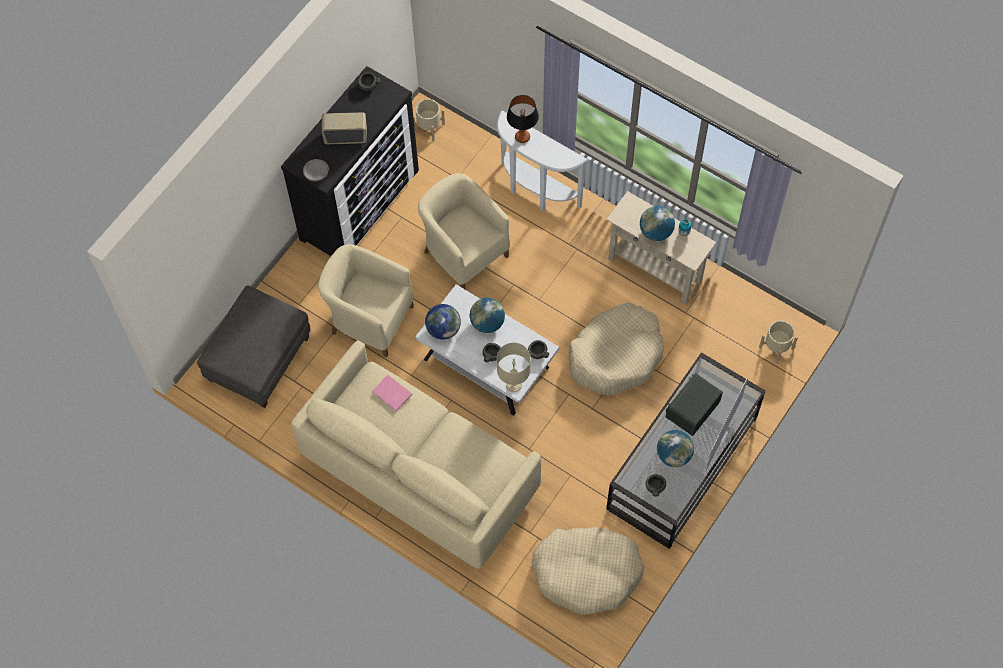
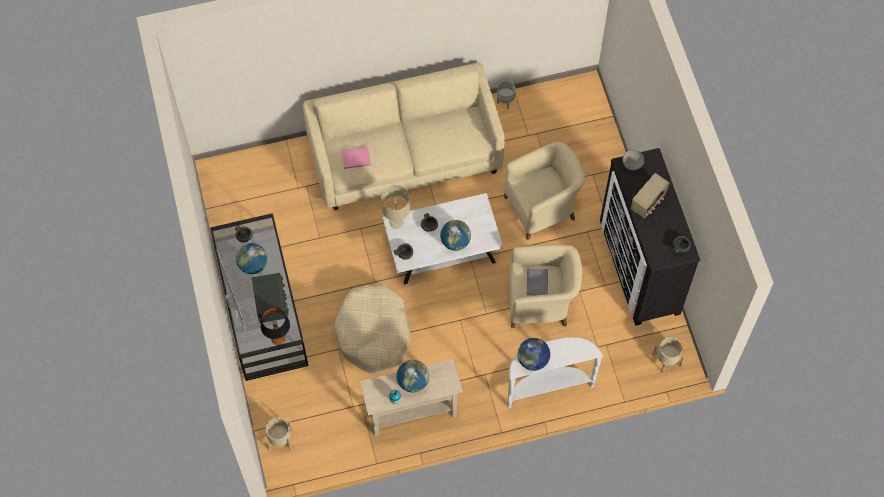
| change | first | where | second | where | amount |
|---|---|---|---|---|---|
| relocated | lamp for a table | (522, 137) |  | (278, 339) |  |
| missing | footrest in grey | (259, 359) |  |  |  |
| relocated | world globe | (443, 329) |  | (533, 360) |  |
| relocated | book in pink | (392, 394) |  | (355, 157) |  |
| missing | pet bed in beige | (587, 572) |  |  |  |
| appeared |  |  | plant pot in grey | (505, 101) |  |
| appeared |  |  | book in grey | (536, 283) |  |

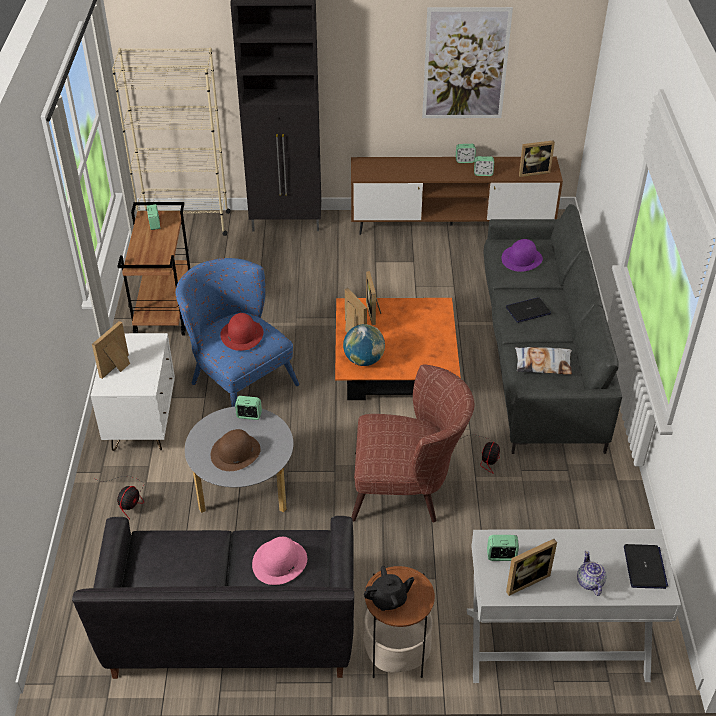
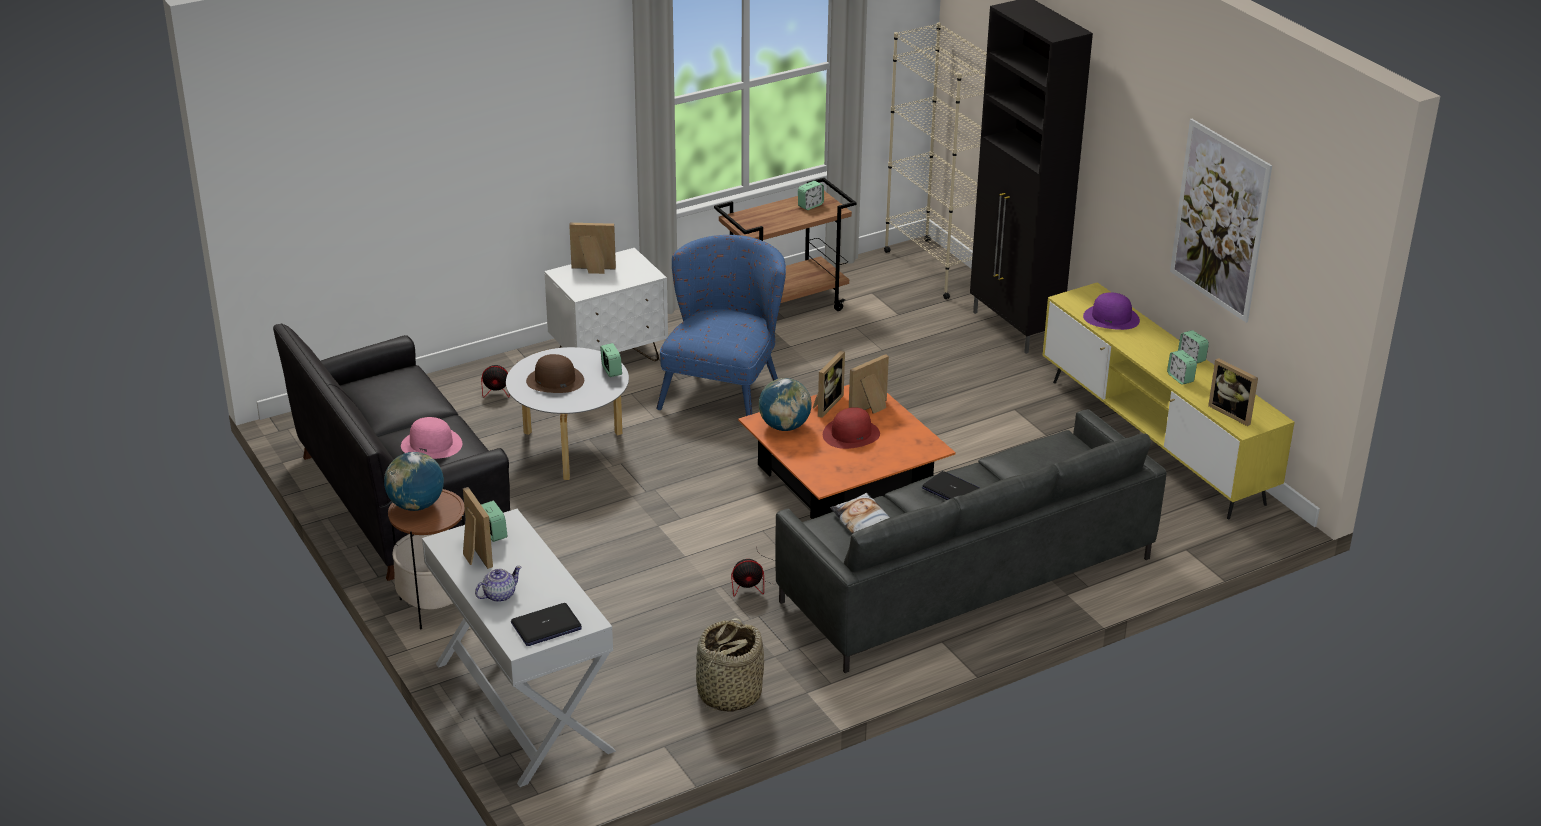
| change | first | where | second | where | amount |
|---|---|---|---|---|---|
| colour | media console in brown-coloured | (451, 225) | media console in yellow-coloured | (1153, 440) |  |
| relocated | clothing hat in purple-coloured | (522, 259) |  | (1111, 318) |  |
| relocated | clothing hat in red-coloured | (242, 334) |  | (851, 434) |  |
| missing | easy chair in brown-coloured | (407, 488) |  |  |  |
| spun | picture frame | (524, 579) |  | (473, 554) | 150 degrees counterclockwise |
| exchanged | teapot in blackish | (388, 599) | world globe | (416, 505) |  |
| appeared |  |  | storage basket | (728, 694) |  |

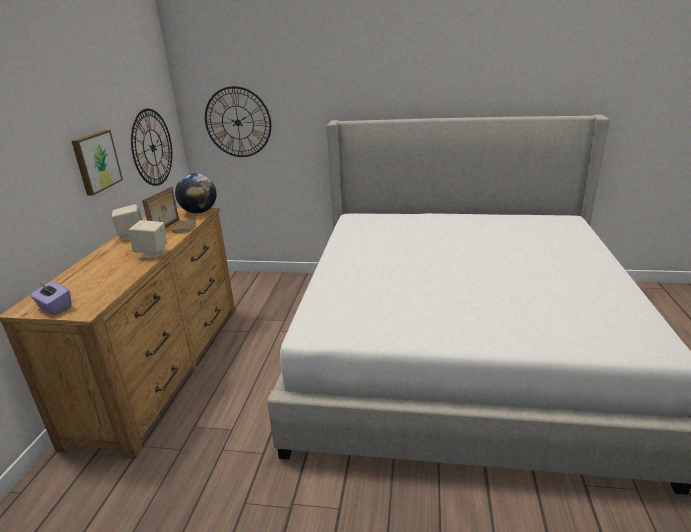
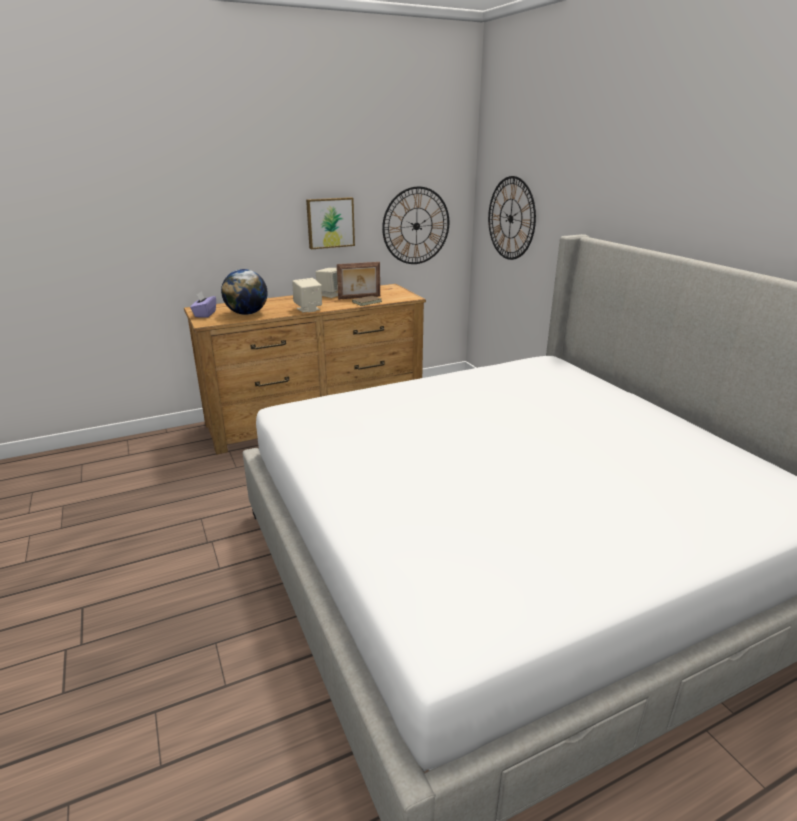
| change | first | where | second | where | amount |
|---|---|---|---|---|---|
| relocated | world globe | (199, 212) |  | (247, 313) |  |

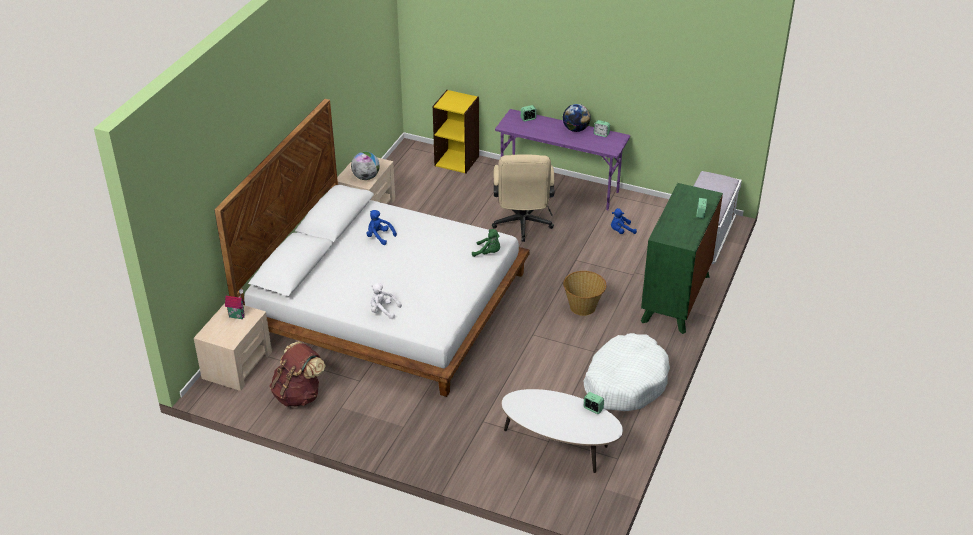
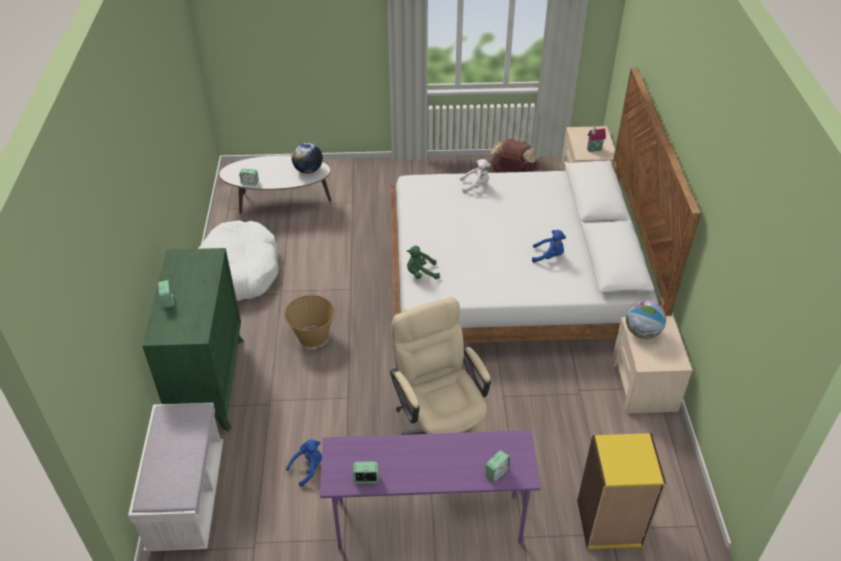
| change | first | where | second | where | amount |
|---|---|---|---|---|---|
| relocated | world globe | (576, 129) |  | (308, 170) |  |

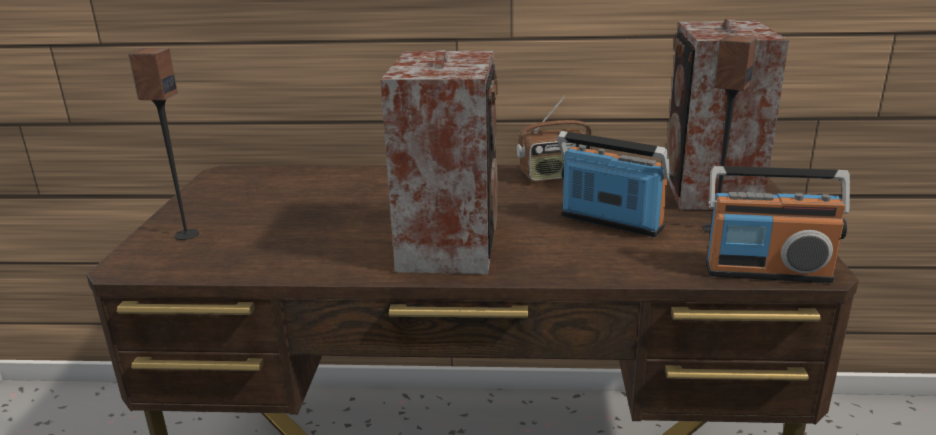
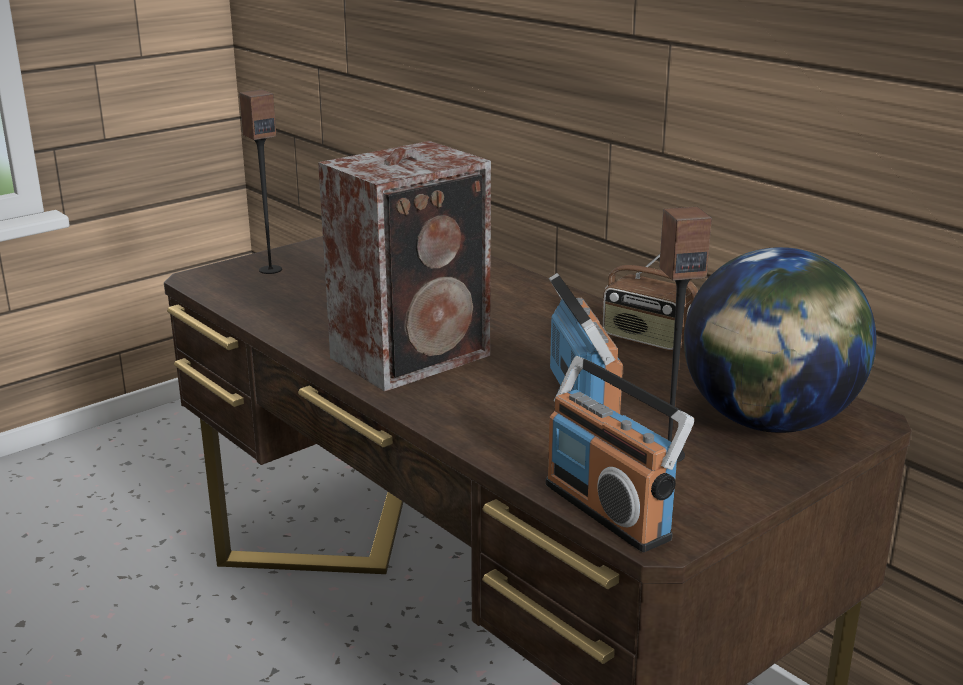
| change | first | where | second | where | amount |
|---|---|---|---|---|---|
| exchanged | loudspeaker | (709, 191) | world globe | (768, 422) |  |

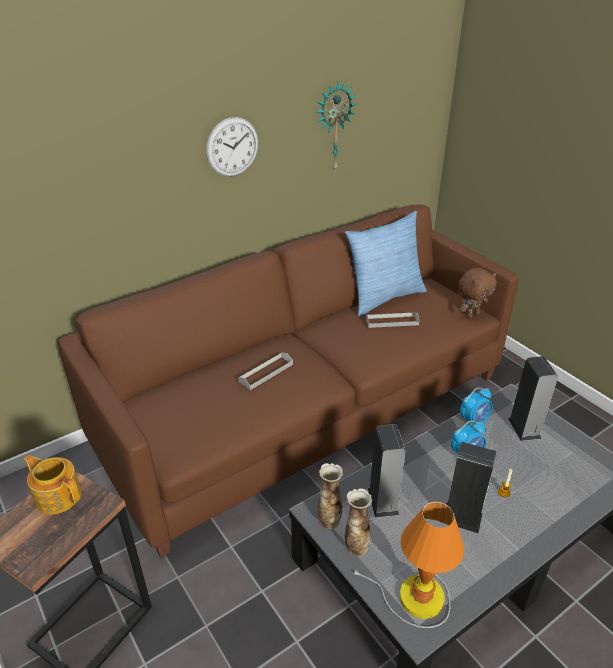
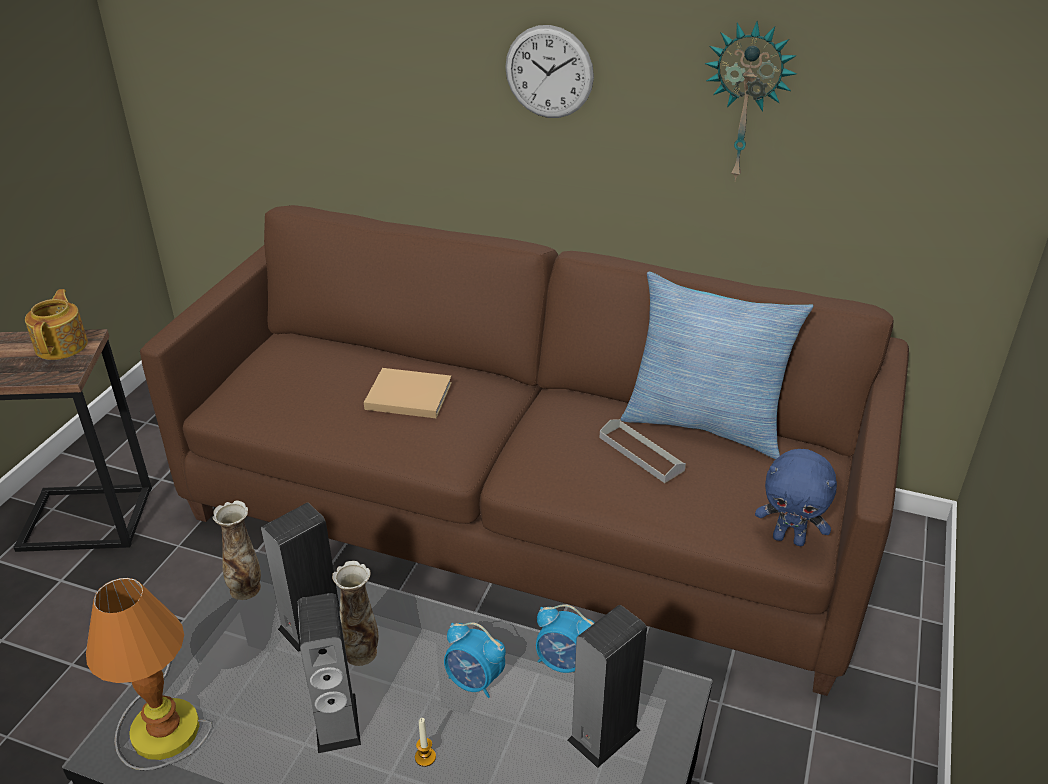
| change | first | where | second | where | amount |
|---|---|---|---|---|---|
| colour | plush toy in brown-coloured | (471, 315) | plush toy in bluish | (789, 539) |  |
| exchanged | tray in grey | (266, 372) | book in beige | (406, 395) |  |
| relocated | vase | (356, 546) |  | (361, 652) |  |

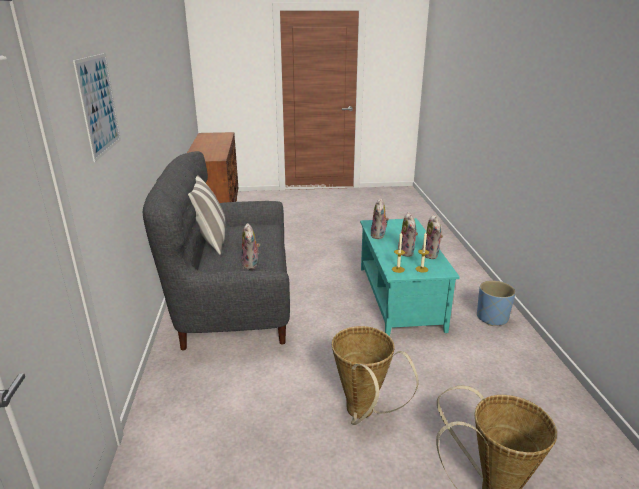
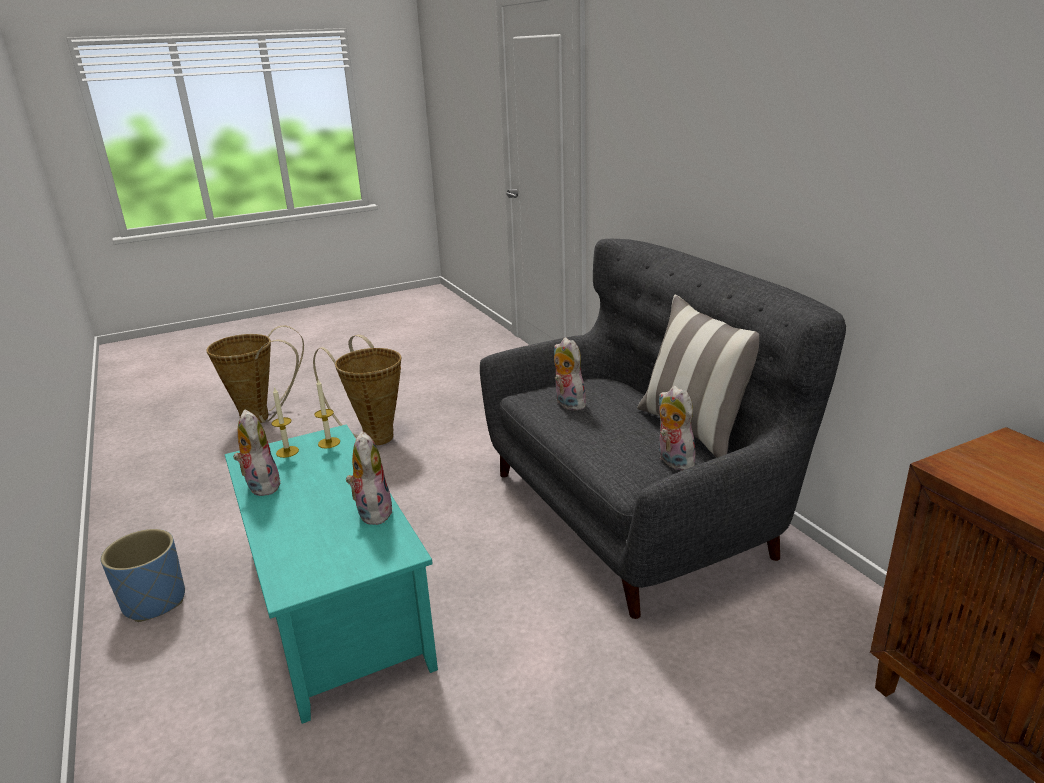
| change | first | where | second | where | amount |
|---|---|---|---|---|---|
| missing | wall art | (99, 105) |  |  |  |
| relocated | plush toy | (407, 252) |  | (672, 461) |  |

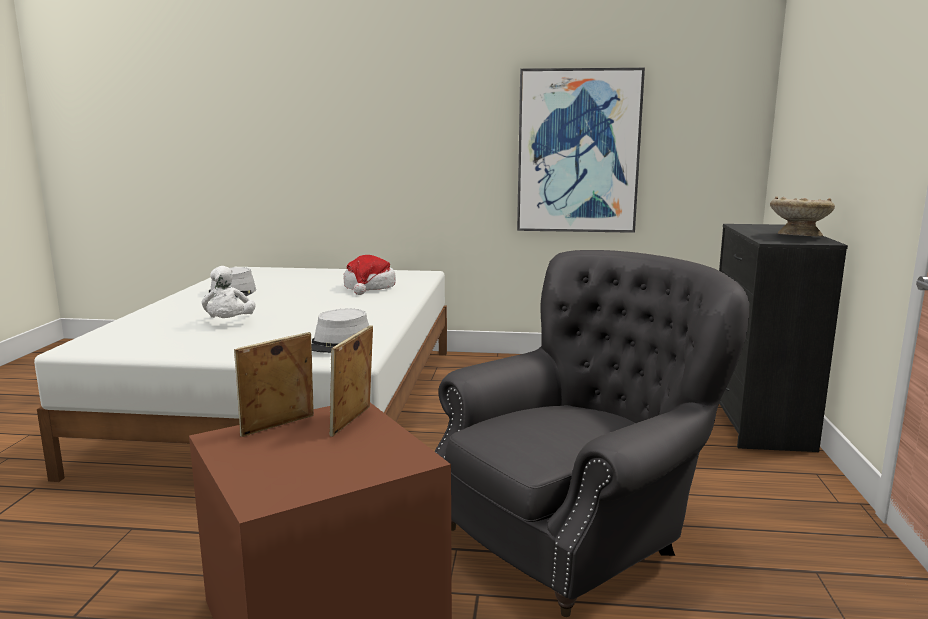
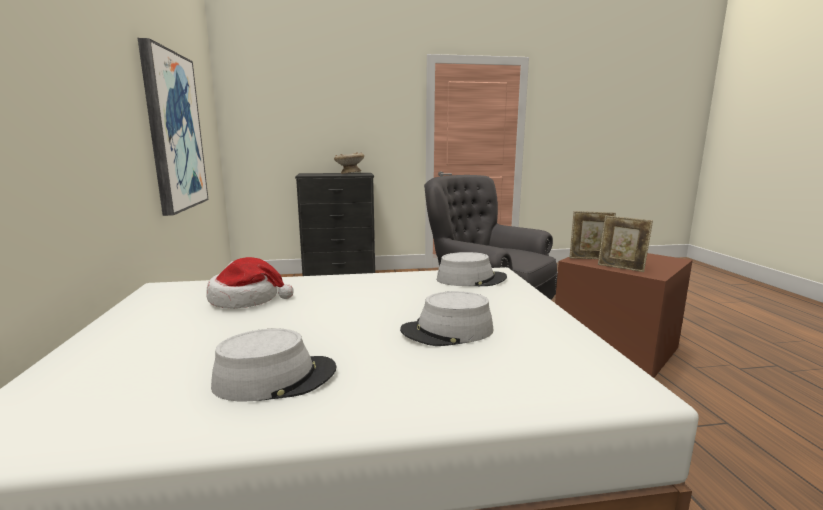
| change | first | where | second | where | amount |
|---|---|---|---|---|---|
| exchanged | plush toy in white-coloured | (229, 323) | clothing hat in grey | (447, 331) |  |

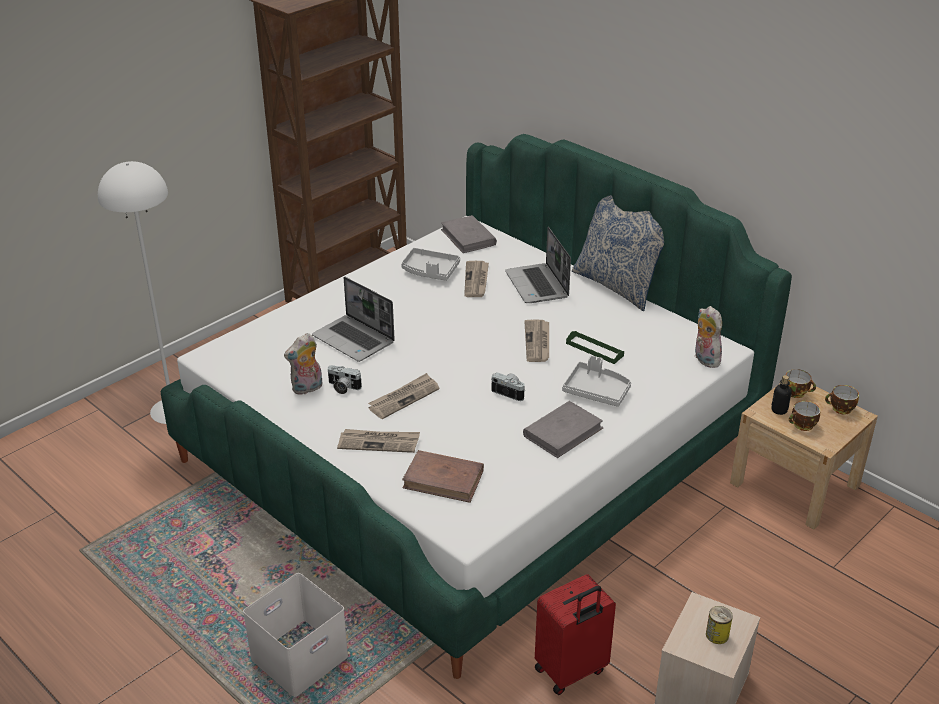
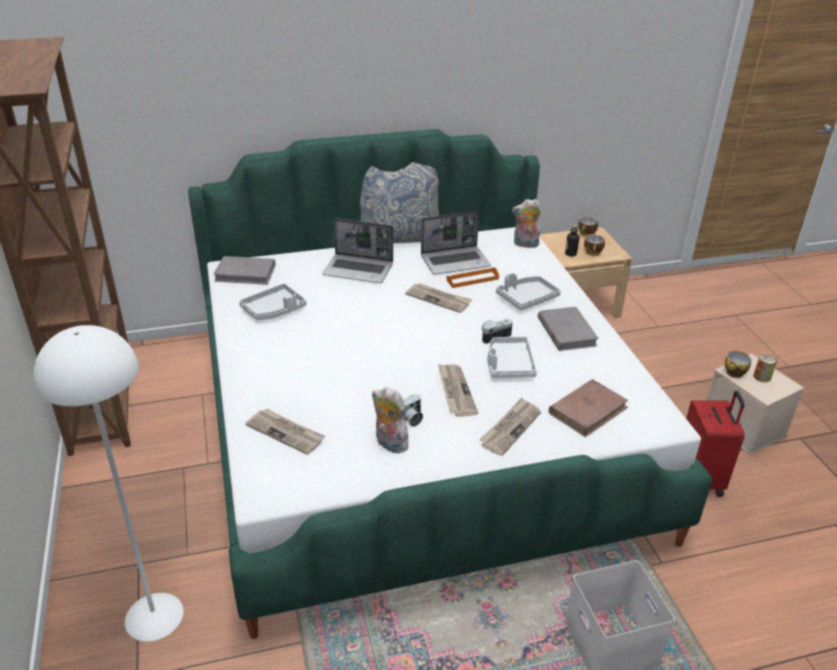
| change | first | where | second | where | amount |
|---|---|---|---|---|---|
| relocated | printed paper | (476, 281) |  | (286, 432) |  |
| relocated | laptop | (354, 340) |  | (456, 261) |  |
| colour | tray in green | (594, 349) | tray in orange | (472, 279) |  |
| spun | plush toy | (307, 388) |  | (389, 444) | 135 degrees clockwise |
| relocated | small cup | (797, 392) |  | (735, 372) |  |
| appeared |  |  | tray in white-coloured | (509, 365) |  |

